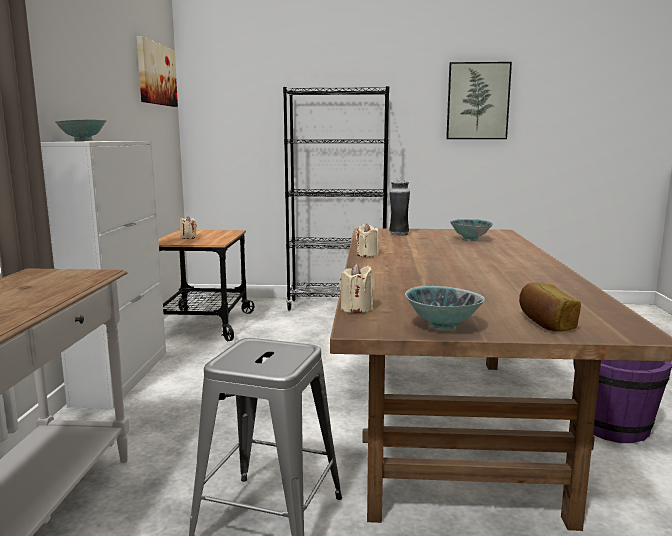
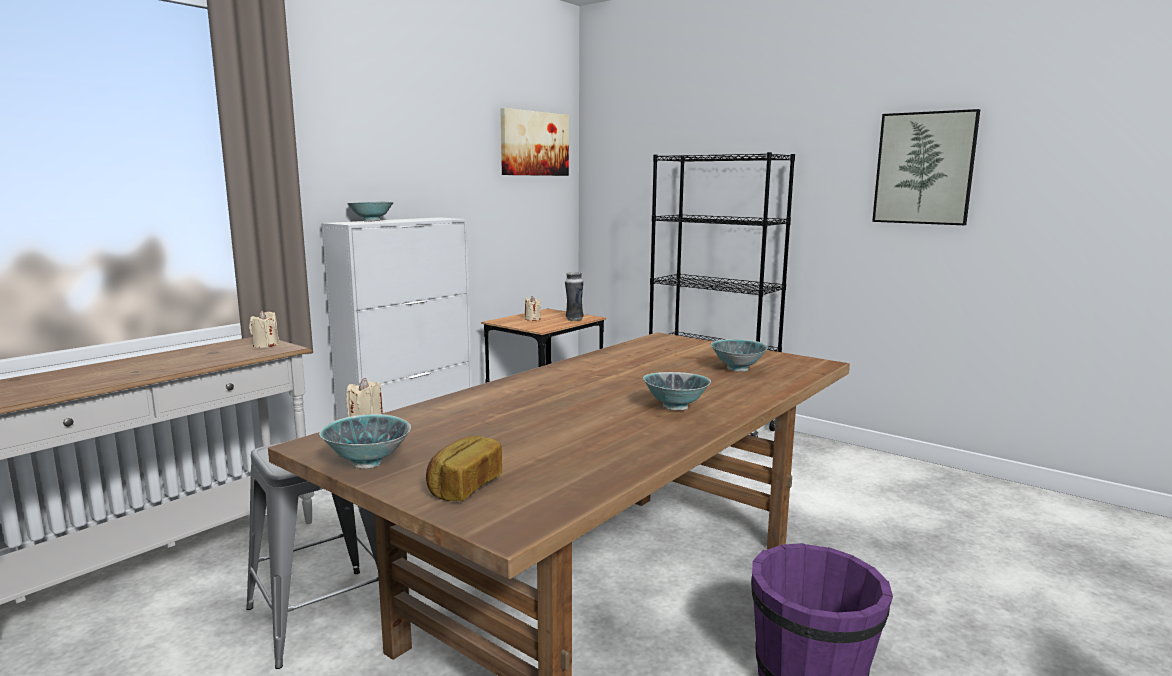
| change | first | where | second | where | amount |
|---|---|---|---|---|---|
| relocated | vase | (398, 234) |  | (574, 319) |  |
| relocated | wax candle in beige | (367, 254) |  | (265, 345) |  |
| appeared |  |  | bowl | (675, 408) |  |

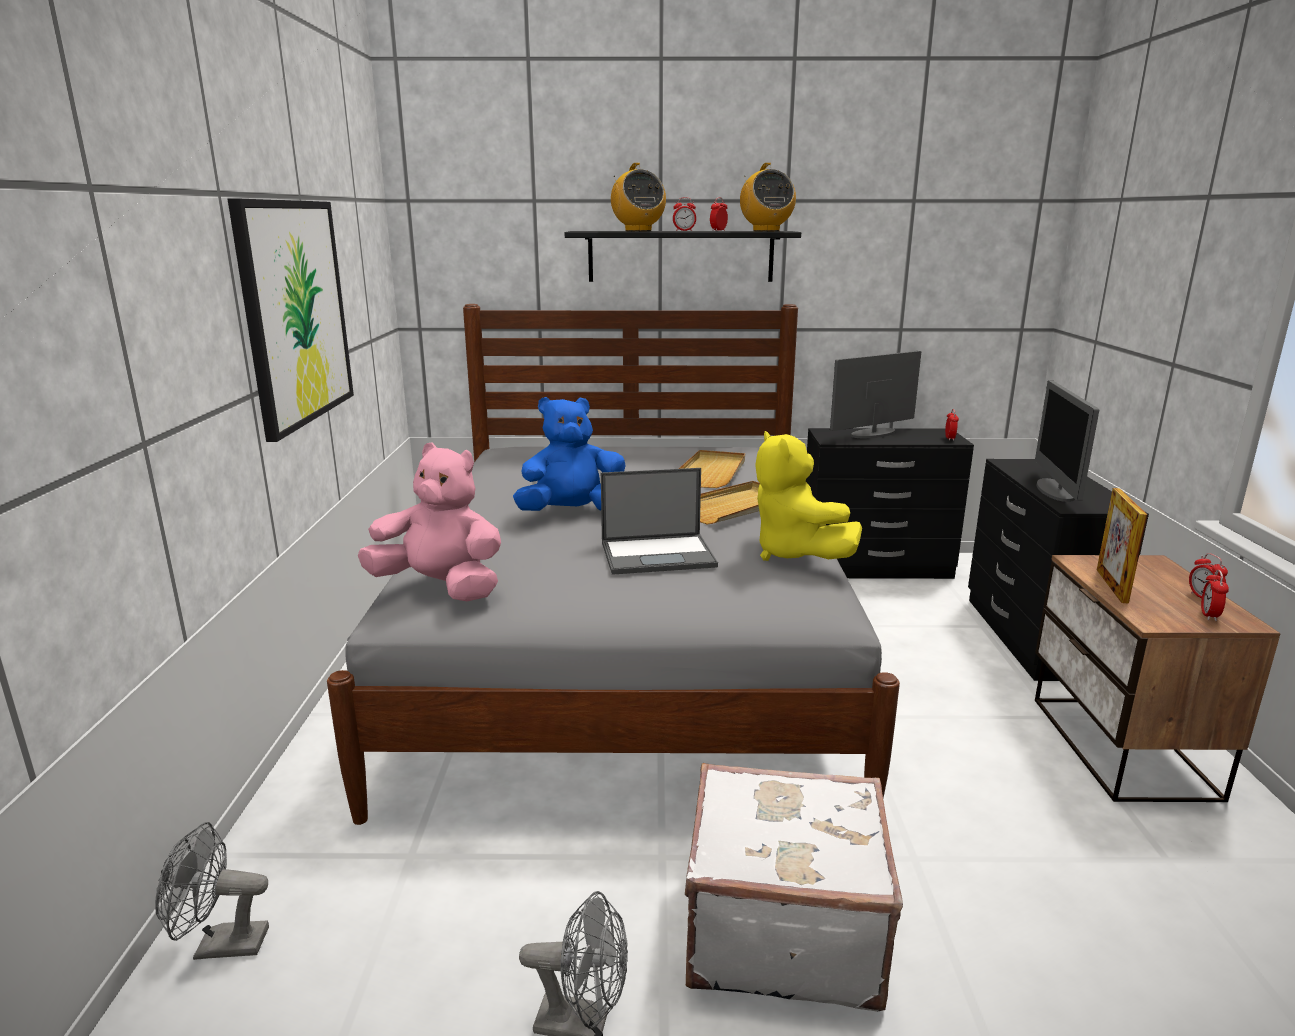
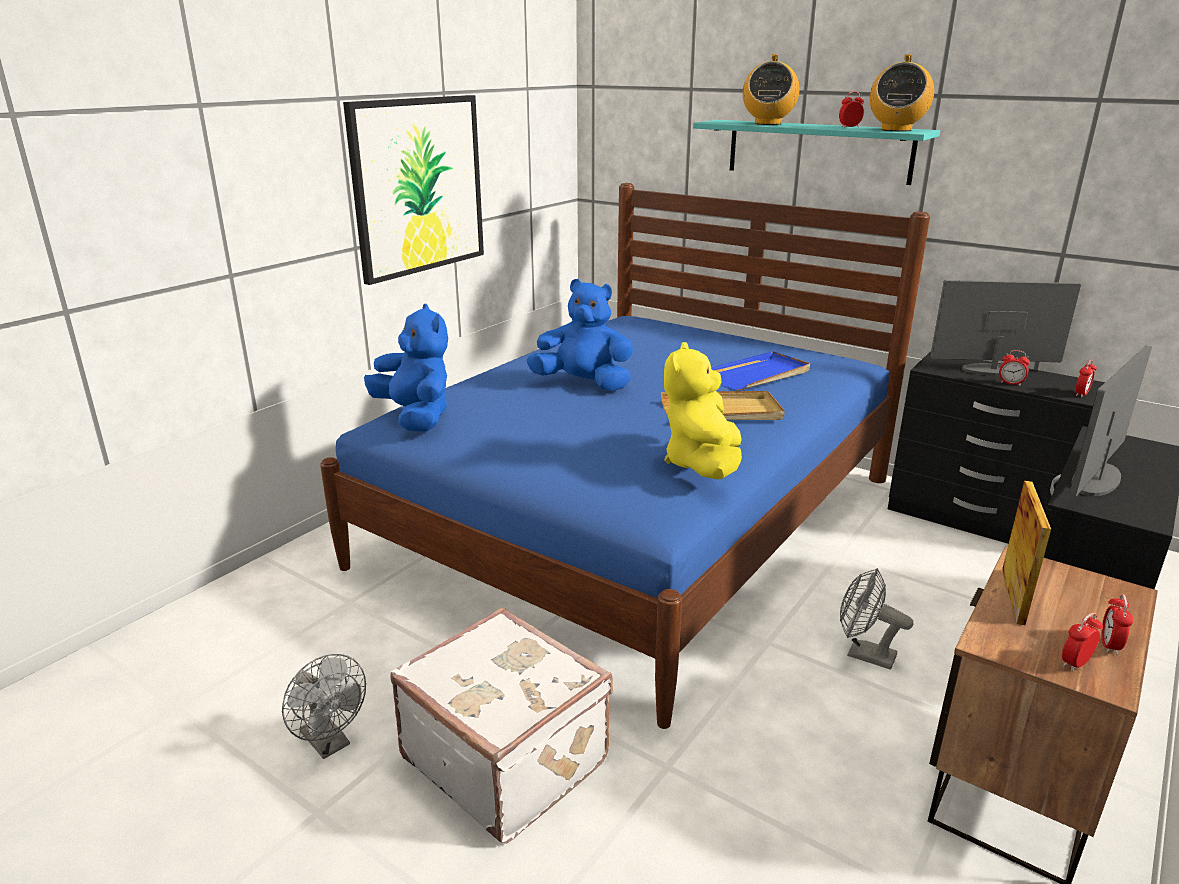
| change | first | where | second | where | amount |
|---|---|---|---|---|---|
| relocated | table clock | (684, 231) |  | (1010, 383) |  |
| colour | wall shelf in blackish | (680, 256) | wall shelf in turquoise-coloured | (818, 151) |  |
| colour | bedroom bed in grey | (625, 653) | bedroom bed in bluish | (636, 521) |  |
| colour | plush toy in pink | (440, 588) | plush toy in bluish | (416, 417) |  |
| colour | tray in beige | (712, 472) | tray in bluish | (758, 375) |  |
| missing | laptop | (659, 554) |  |  |  |
| spun | picture frame | (1111, 585) |  | (1013, 596) | 150 degrees clockwise |
| relocated | electric fan in grey | (220, 945) |  | (863, 654) |  |

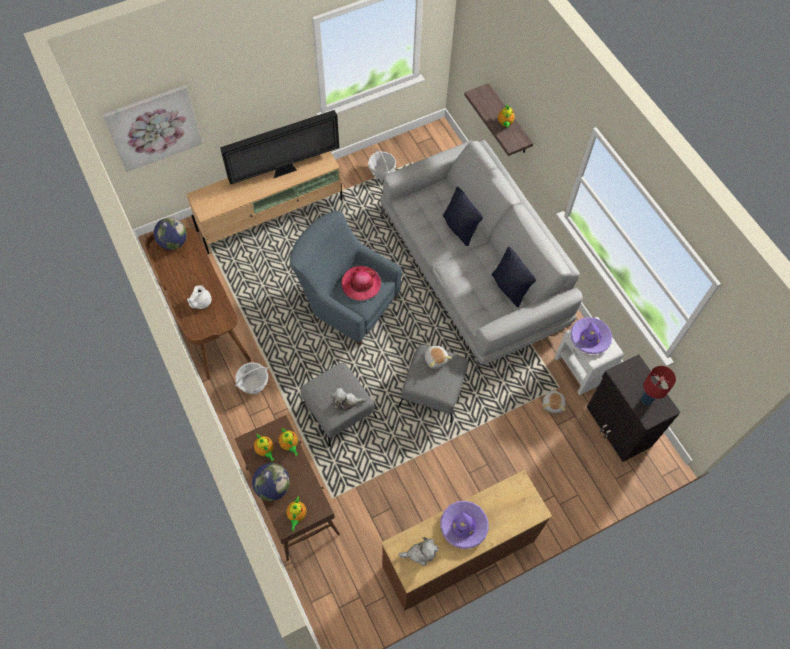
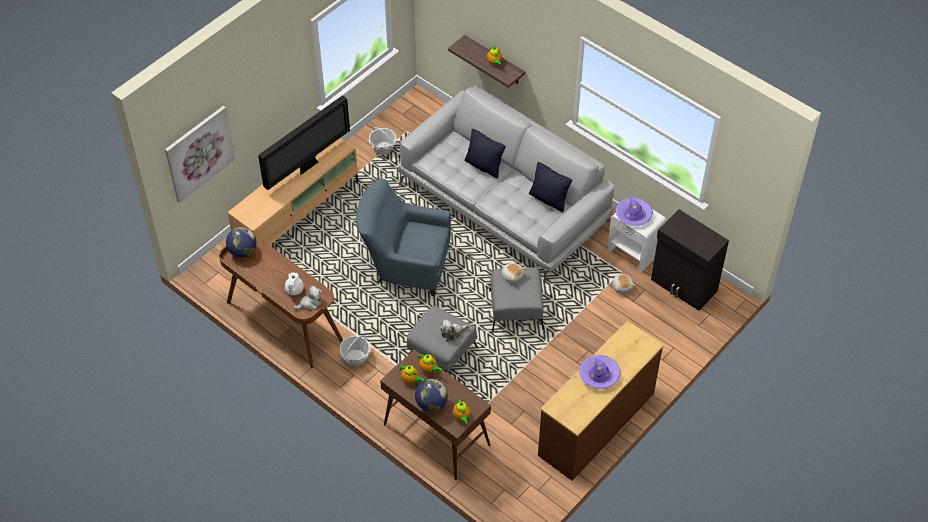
| change | first | where | second | where | amount |
|---|---|---|---|---|---|
| missing | clothing hat | (361, 284) |  |  |  |
| missing | lamp for a table in red-coloured | (647, 400) |  |  |  |
| relocated | plush toy | (420, 553) |  | (310, 303) |  |

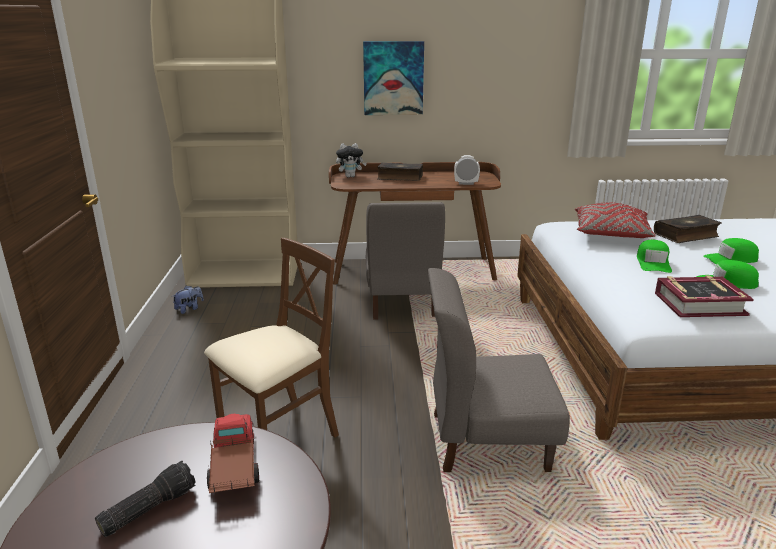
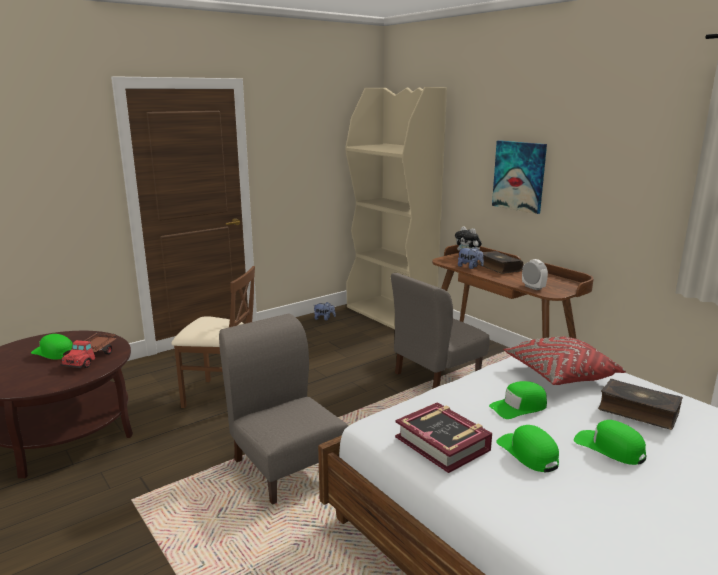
| change | first | where | second | where | amount |
|---|---|---|---|---|---|
| spun | toy truck | (233, 468) |  | (91, 358) | 150 degrees clockwise |
| exchanged | hand torch | (148, 508) | cap in green | (54, 353) |  |
| appeared |  |  | plush toy | (470, 267) |  |

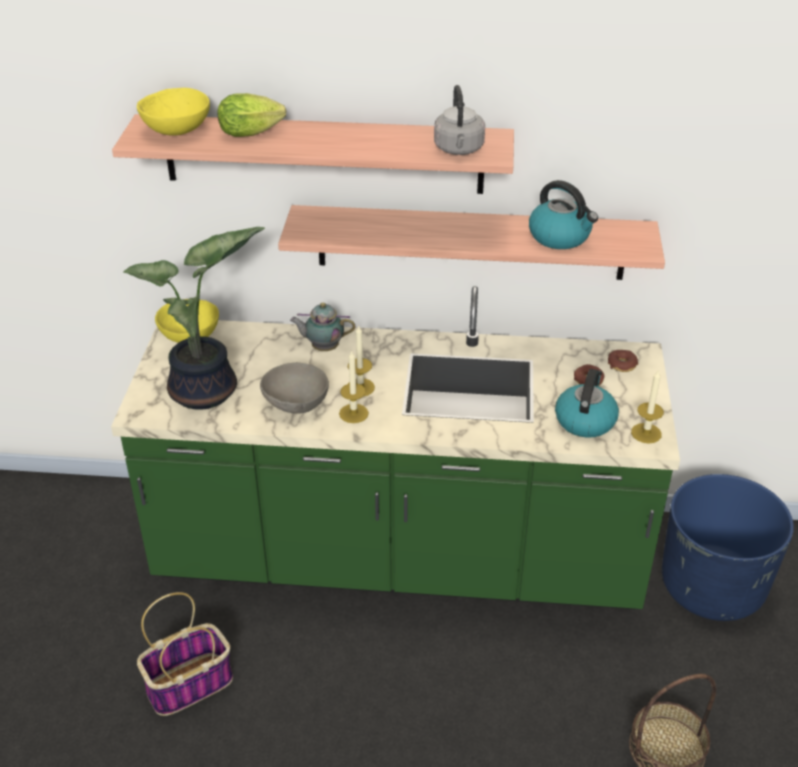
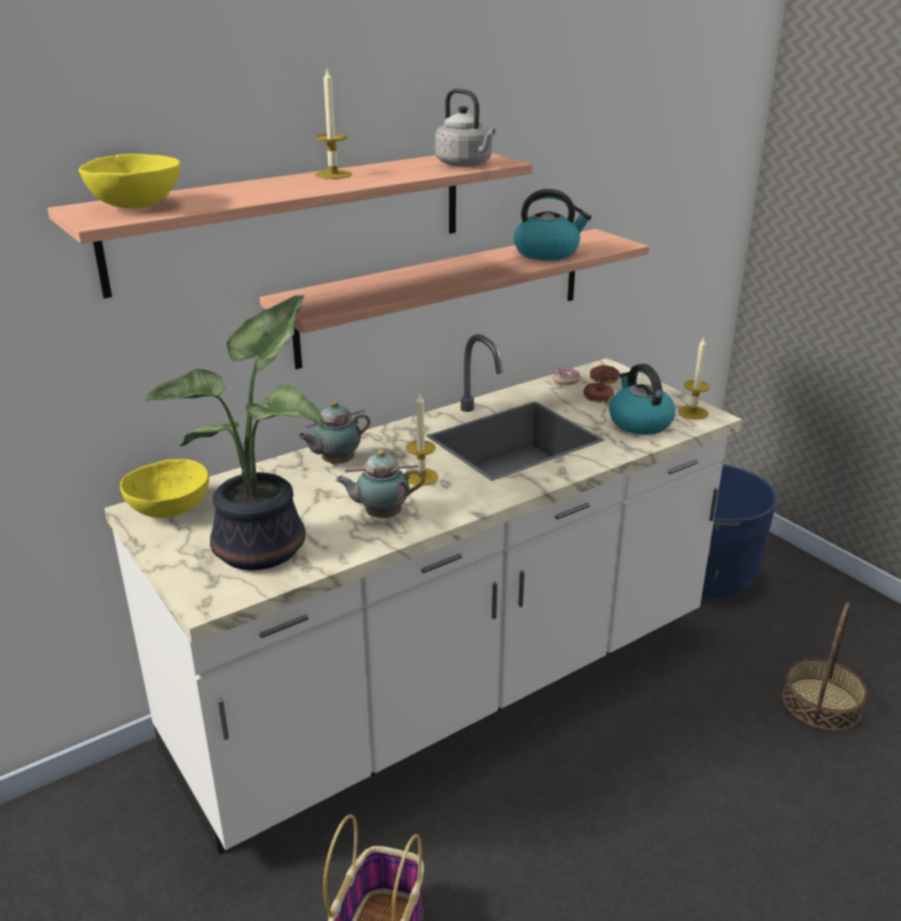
| change | first | where | second | where | amount |
|---|---|---|---|---|---|
| missing | lettuce head | (254, 133) |  |  |  |
| colour | counter in green | (399, 556) | counter in white-coloured | (450, 687) |  |
| relocated | wax candle | (353, 413) |  | (333, 174) |  |
| exchanged | bowl in grey | (297, 405) | teapot | (380, 515) |  |
| appeared |  |  | doughnut | (566, 380) |  |

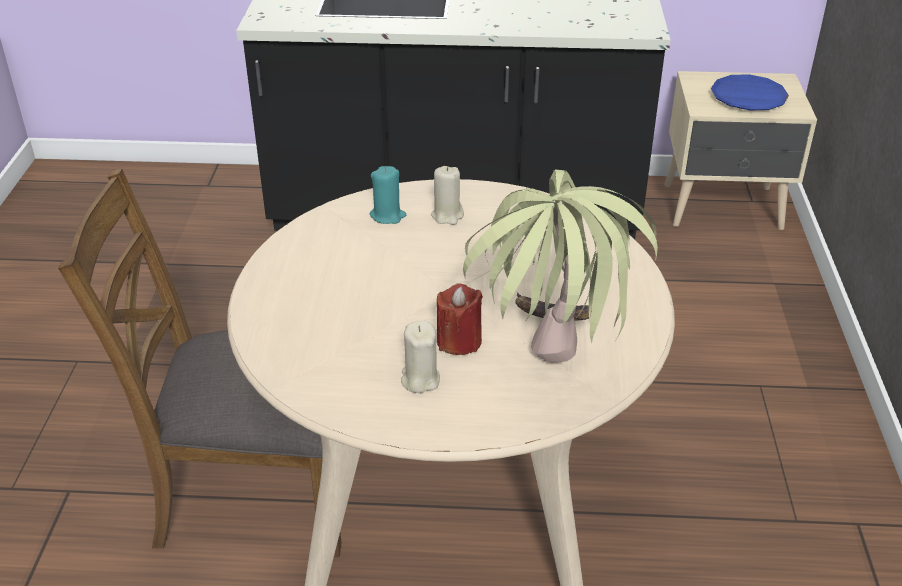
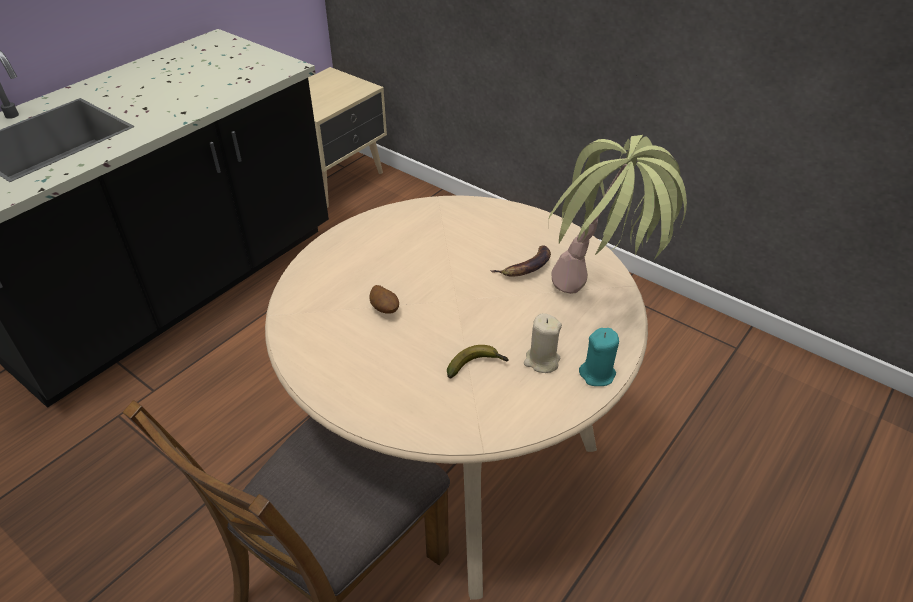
| change | first | where | second | where | amount |
|---|---|---|---|---|---|
| missing | flat dish in bluish | (748, 98) |  |  |  |
| relocated | wax candle in turquoise-coloured | (388, 216) |  | (597, 374) |  |
| missing | wax candle in beige | (447, 215) |  |  |  |
| missing | wax candle in red-coloured | (459, 341) |  |  |  |
| appeared |  |  | spud | (385, 309) |  |
| appeared |  |  | banana fruit | (477, 365) |  |

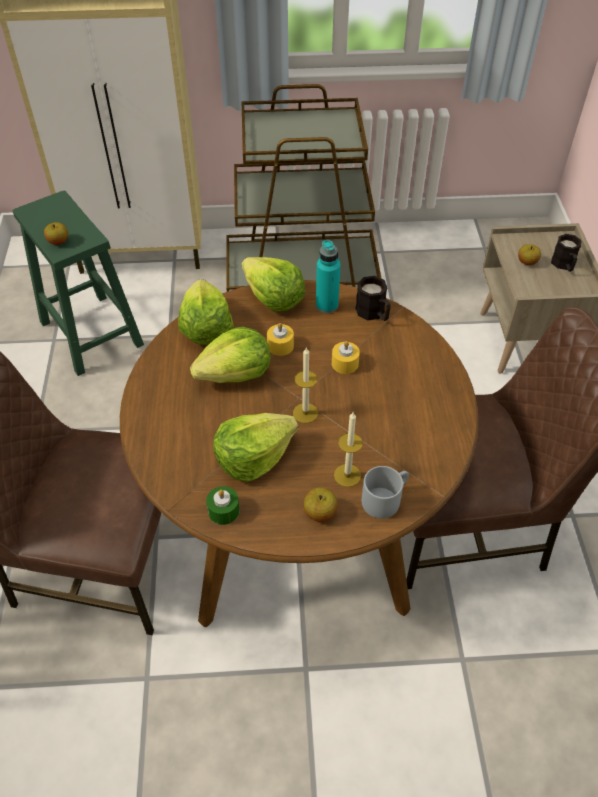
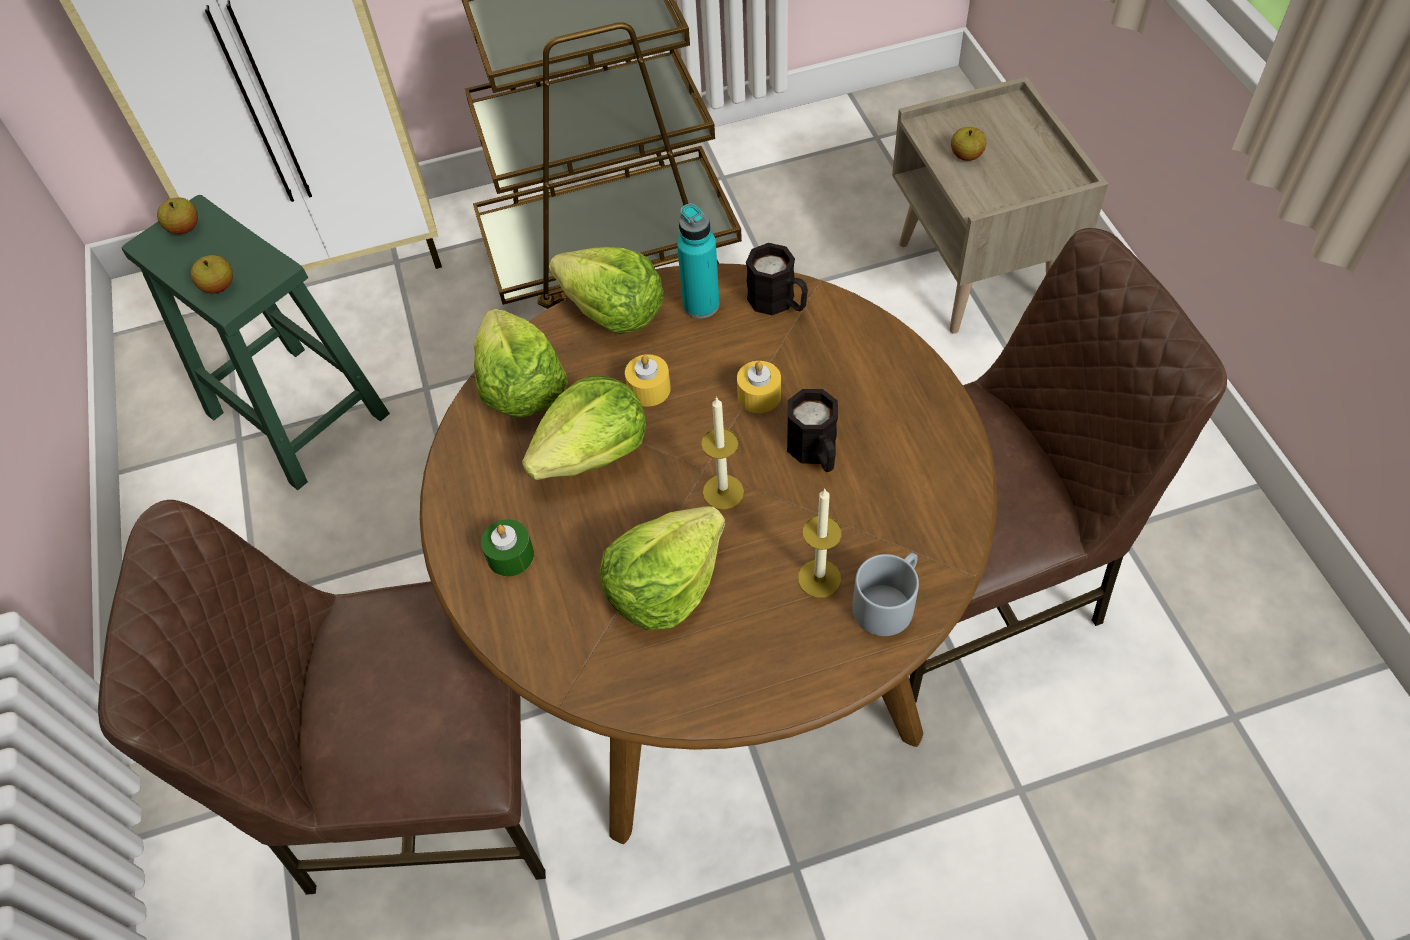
| change | first | where | second | where | amount |
|---|---|---|---|---|---|
| relocated | mug in blackish | (564, 265) |  | (815, 452) |  |
| relocated | wax candle in green | (223, 511) |  | (510, 555) |  |
| relocated | whole apple | (320, 512) |  | (184, 228) |  |

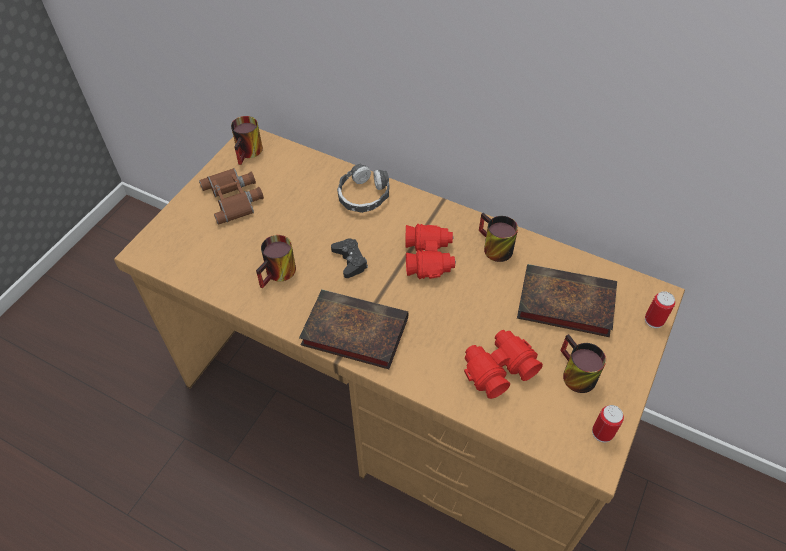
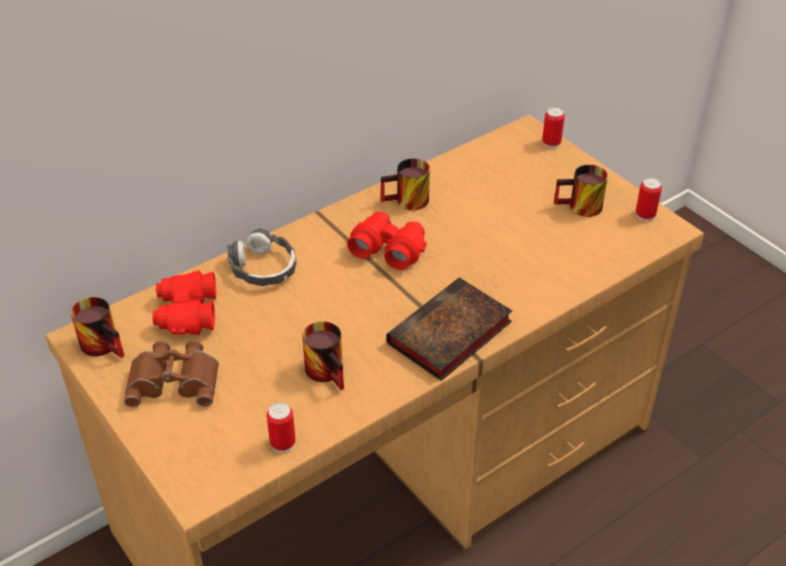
| change | first | where | second | where | amount |
|---|---|---|---|---|---|
| missing | game controller in blackish | (350, 261) |  |  |  |
| missing | book | (563, 304) |  |  |  |
| relocated | pair of binoculars in red-coloured | (498, 368) |  | (186, 313) |  |
| appeared |  |  | sealed can | (282, 443) |  |

